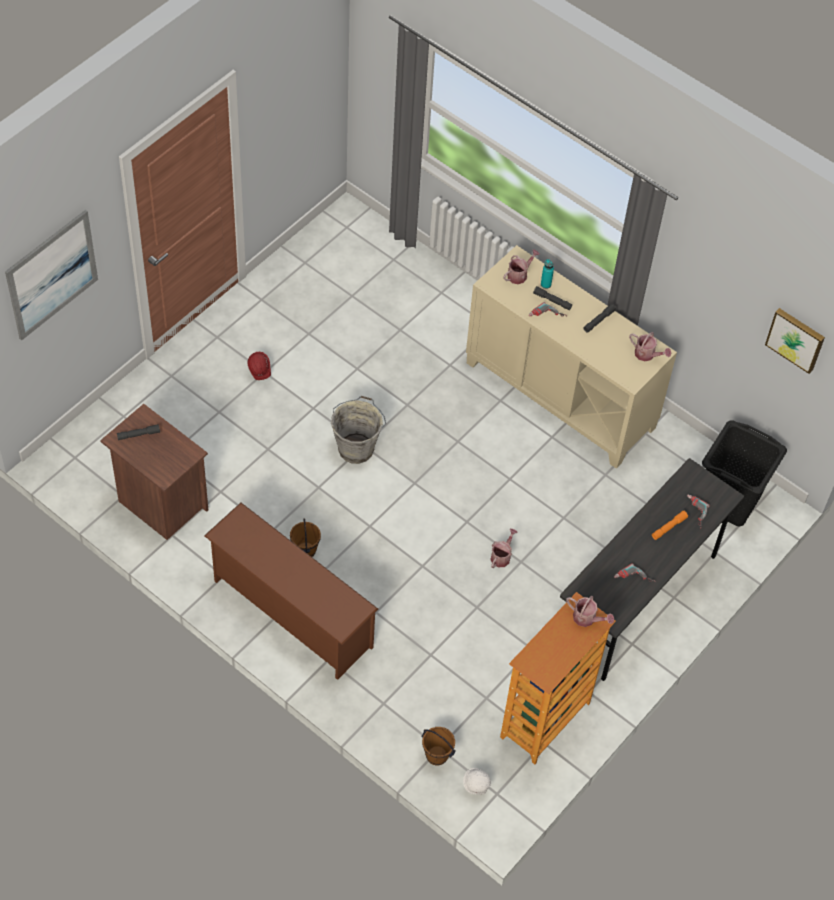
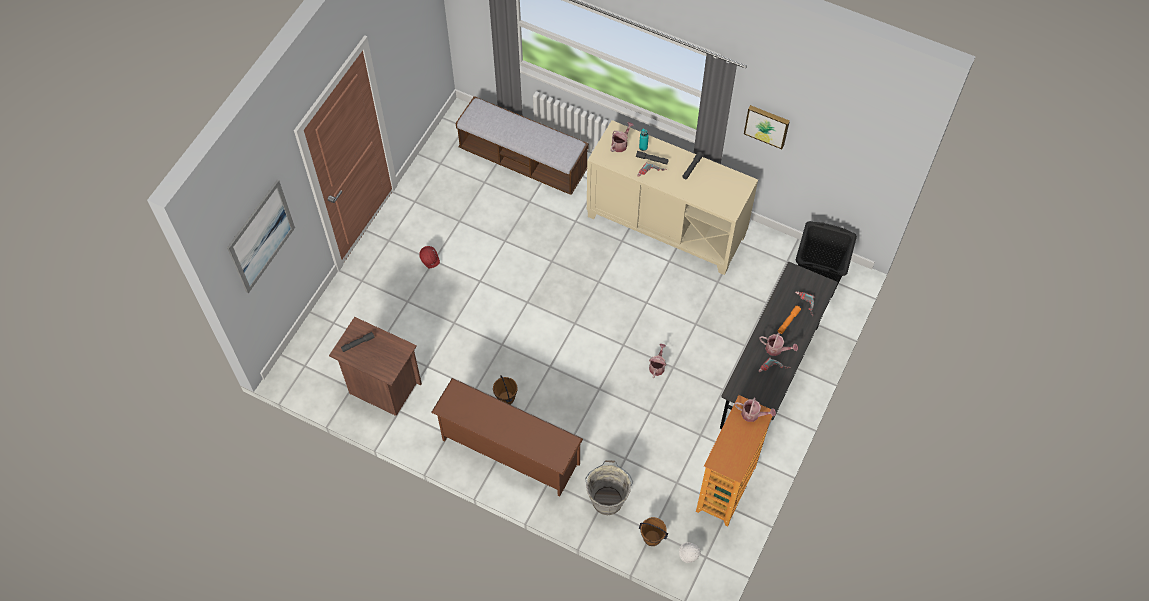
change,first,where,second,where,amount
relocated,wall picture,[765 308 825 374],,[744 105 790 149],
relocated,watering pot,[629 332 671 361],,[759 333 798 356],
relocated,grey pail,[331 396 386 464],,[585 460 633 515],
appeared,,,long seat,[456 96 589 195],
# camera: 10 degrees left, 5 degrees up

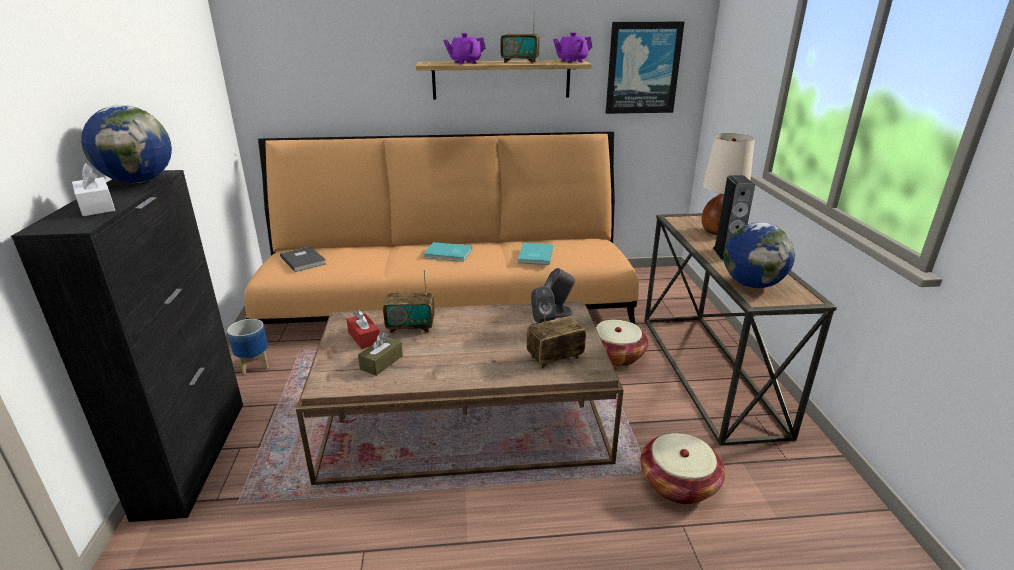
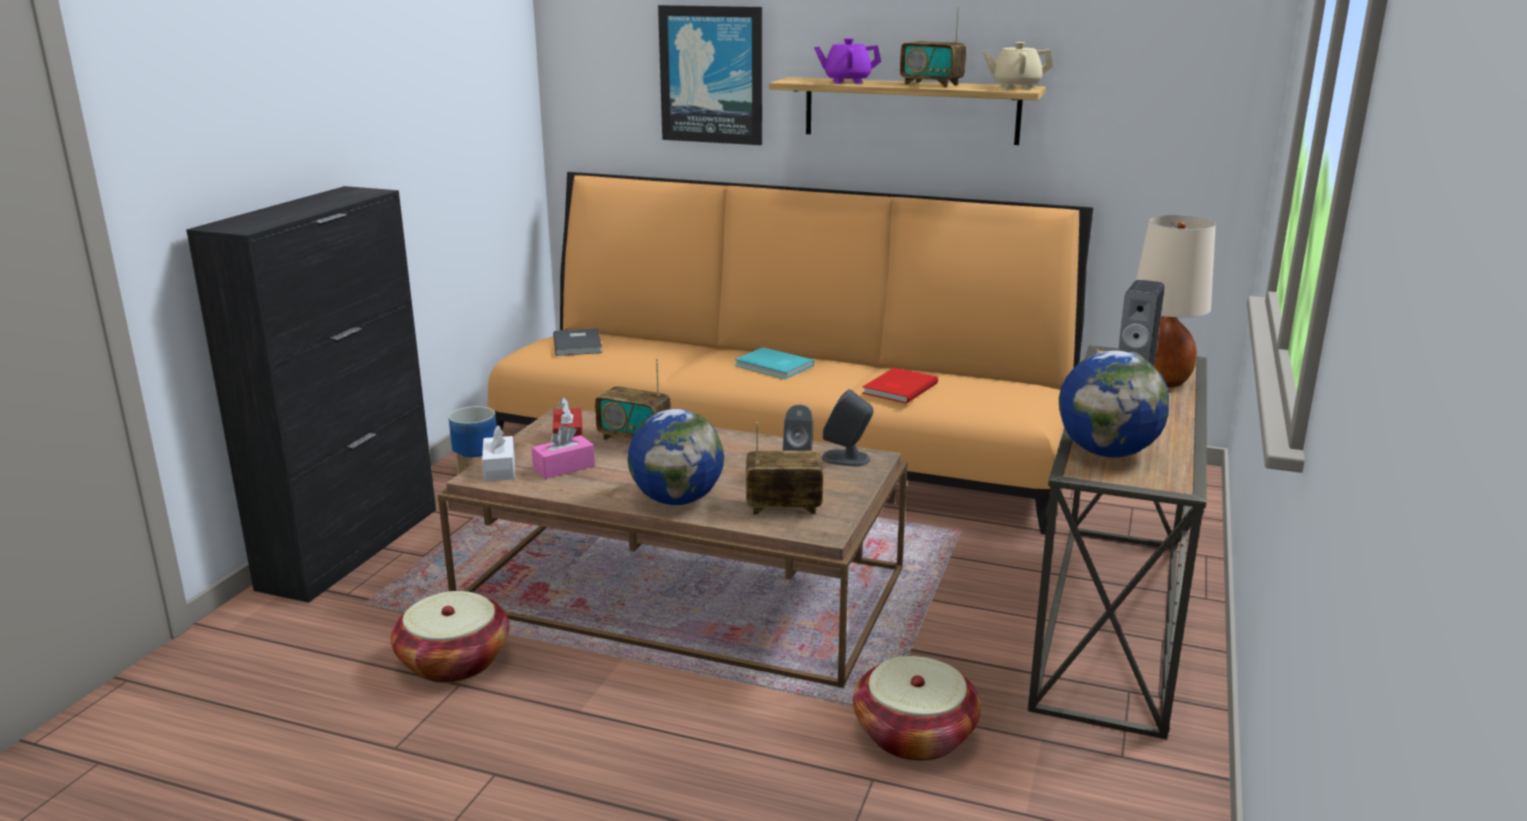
change,first,where,second,where,amount
relocated,wall picture,[606 22 685 114],,[658 5 762 145],
colour,purple teapot,[553 32 592 63],beige teapot,[983 42 1053 90],
relocated,globe,[81 105 172 183],,[627 409 724 505],
relocated,whitish tissue holder,[72 163 115 216],,[482 425 515 482],
colour,blue-green bound book,[518 243 553 265],red bound book,[862 368 938 404],
relocated,basket,[595 320 648 366],,[391 591 510 683],
colour,brown tissue holder,[358 332 403 376],pinkish tissue holder,[531 425 595 479],
# camera: 25 degrees right, 5 degrees down

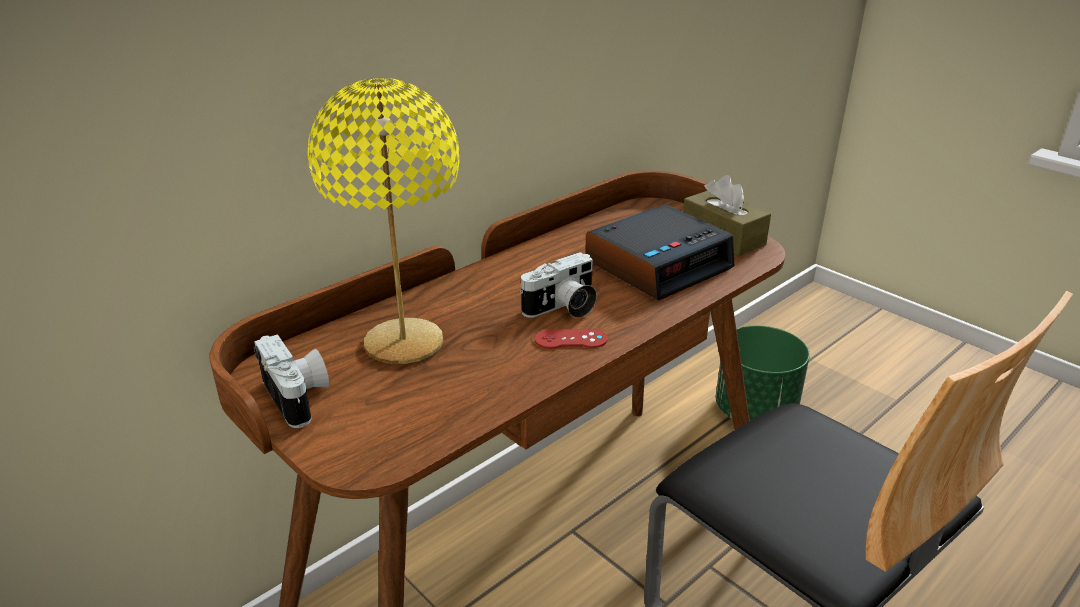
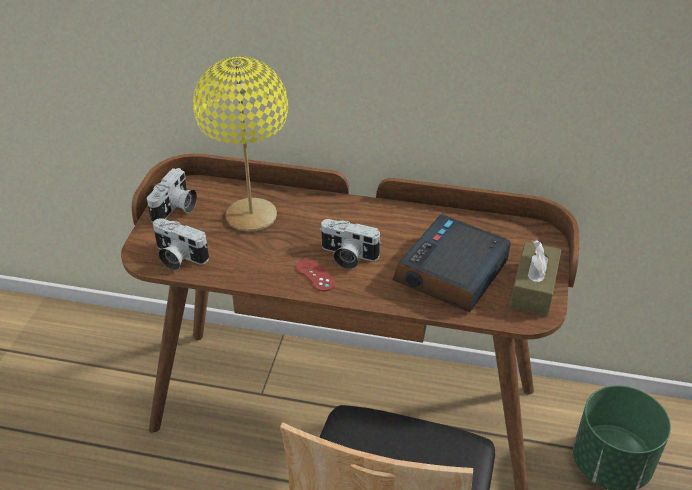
change,first,where,second,where,amount
spun,alarm clock,[585 205 734 301],,[393 214 511 313],105 degrees clockwise
appeared,,,photo camera,[153 218 209 270],
# camera: 55 degrees right, 10 degrees up

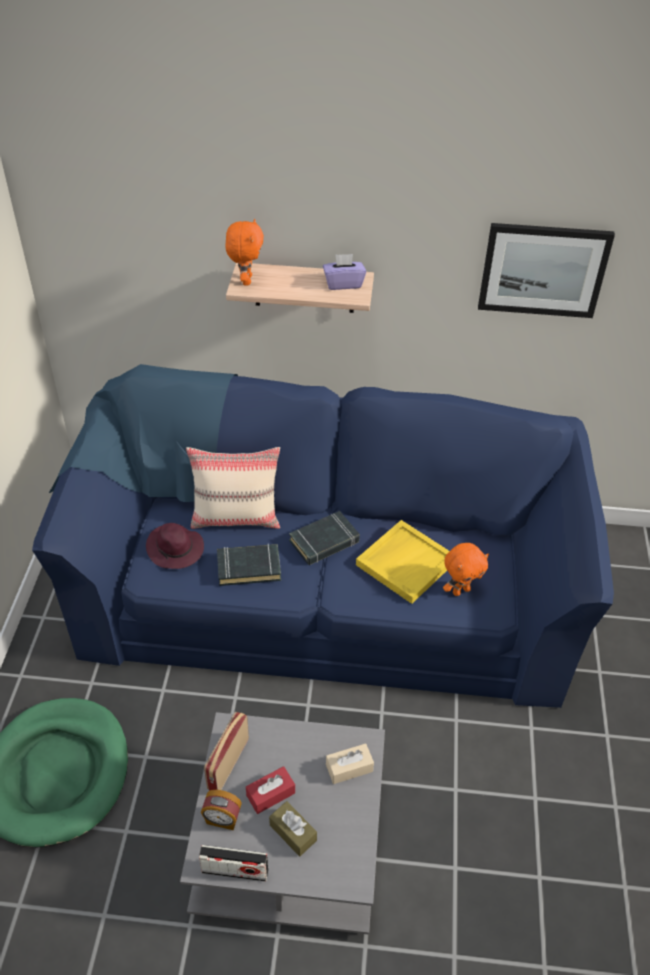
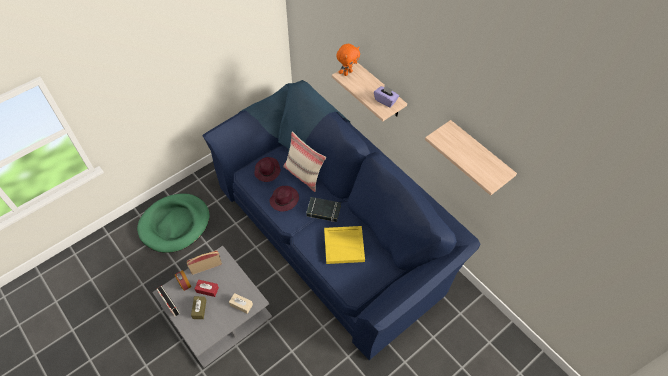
change,first,where,second,where,amount
exchanged,wall picture,[478 223 615 318],wall shelf,[425 120 517 196],
missing,orange plush toy,[443 543 489 596],,,
exchanged,black-coloured bound book,[217 544 281 586],purple wearable hat,[269 186 299 212],
# camera: 45 degrees right, 10 degrees up

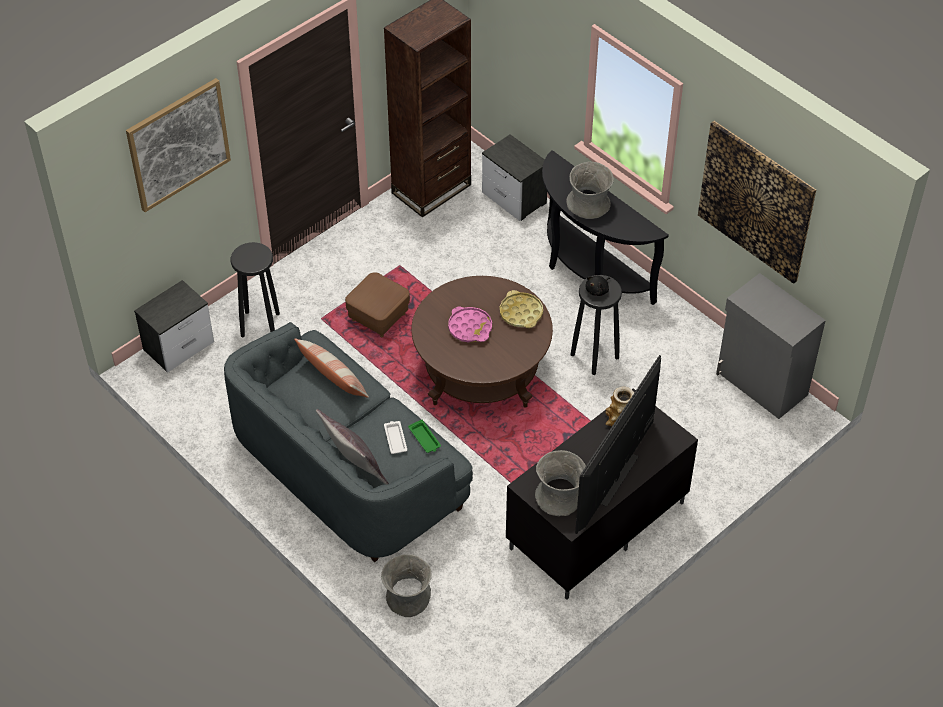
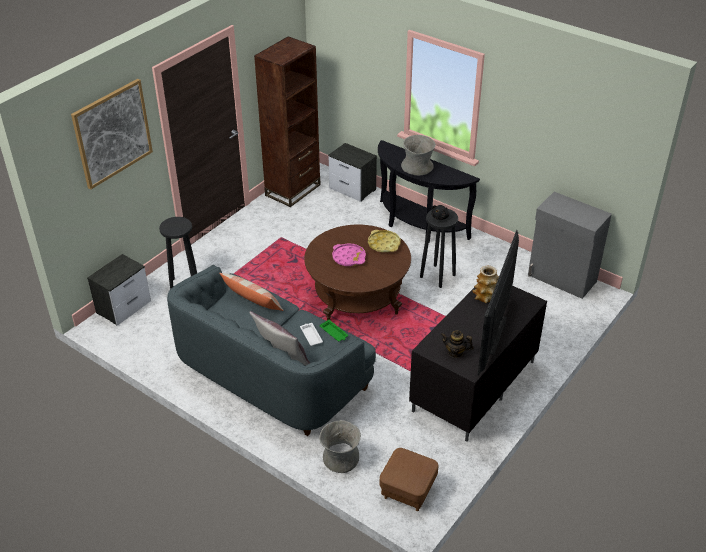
change,first,where,second,where,amount
missing,wall picture,[698 121 816 284],,,
relocated,brown ottoman,[345 272 410 338],,[380 448 439 511],
exchanged,grey flower vase,[535 450 586 516],teapot,[441 330 473 358],
# camera: 10 degrees left, 10 degrees down

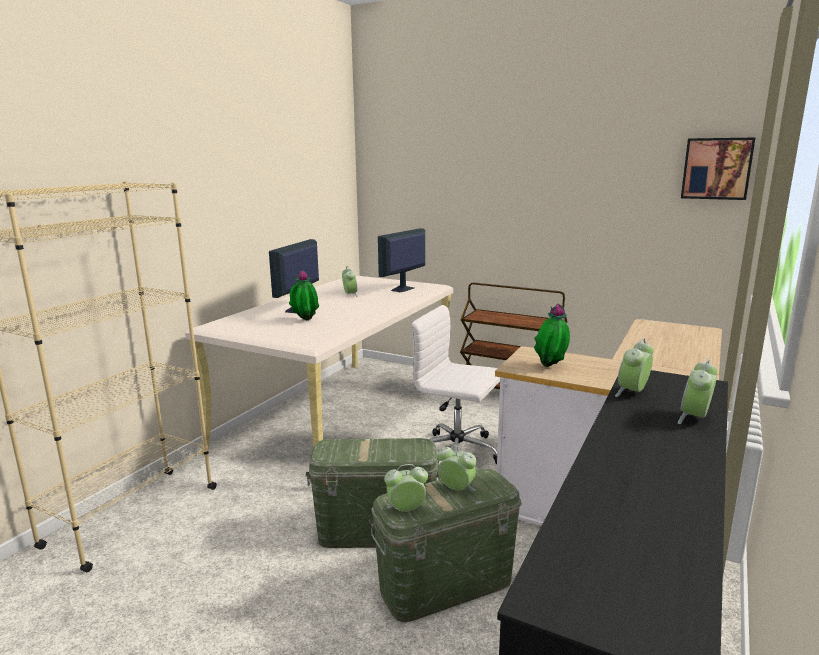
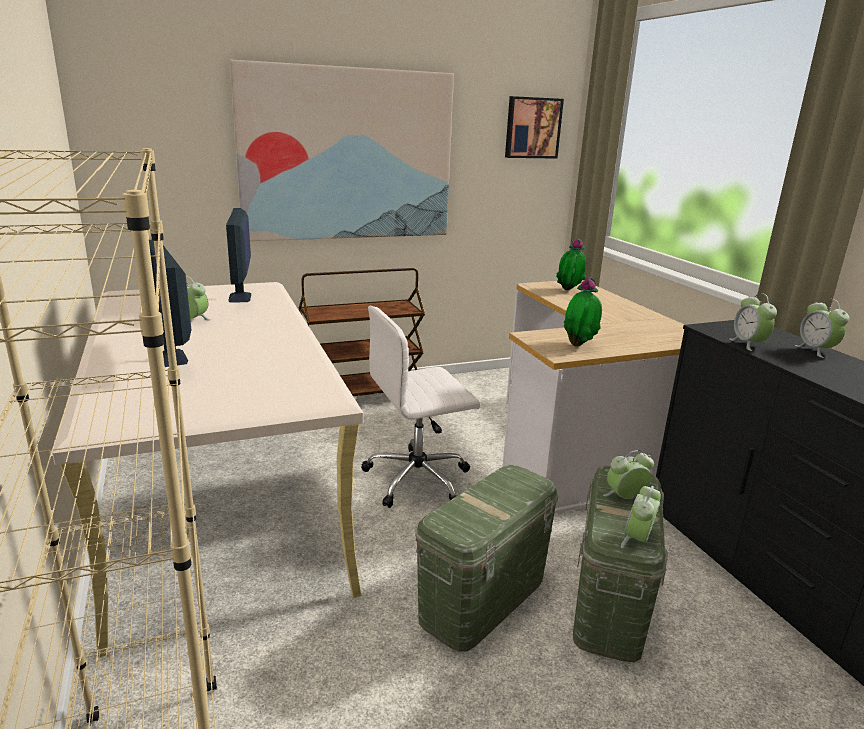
change,first,where,second,where,amount
relocated,houseplant,[289 270 319 320],,[556 238 586 290],
appeared,,,wall picture,[229 59 454 241],
# camera: 50 degrees left, 5 degrees up

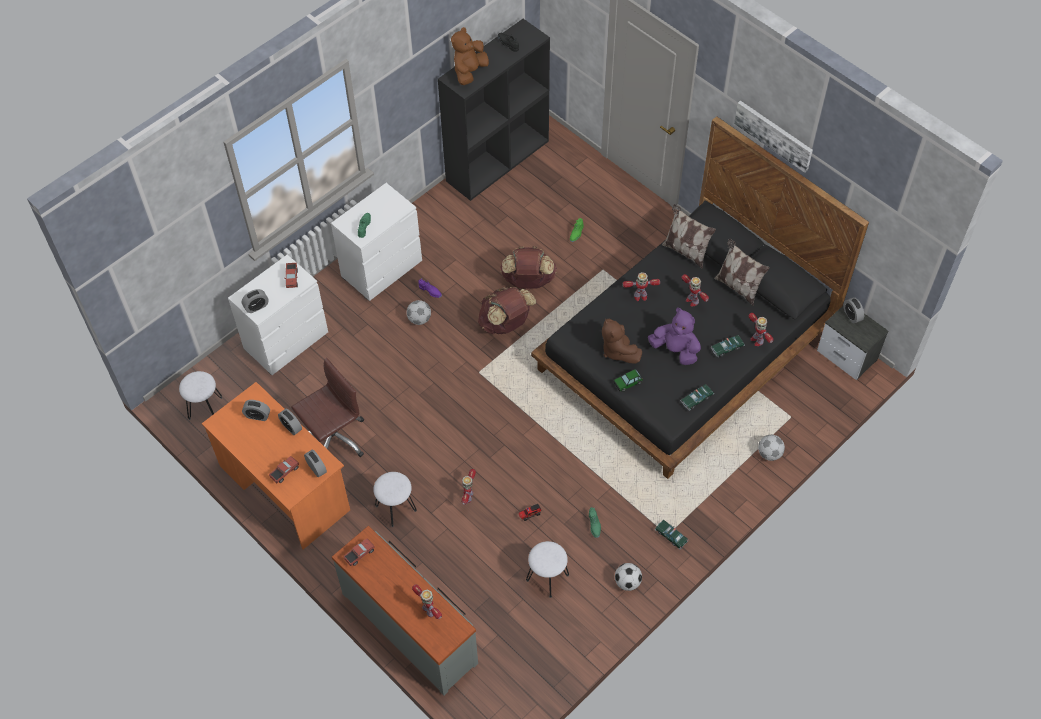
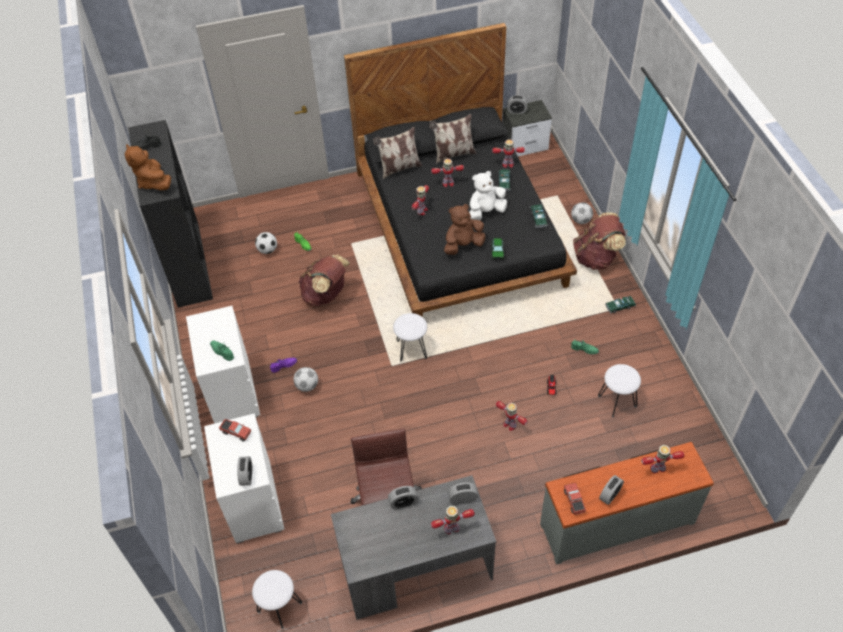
change,first,where,second,where,amount
missing,wall picture,[734 101 813 173],,,
relocated,brown knapsack,[478 287 536 334],,[573 212 626 270],
colour,purple plush toy,[648 308 701 365],whitish plush toy,[469 171 507 220],
spun,brown plush toy,[602 319 642 364],,[444 204 486 255],150 degrees clockwise
colour,orange desk table,[202 382 350 550],grey desk table,[331 475 496 620],
relocated,alarm clock,[242 400 270 421],,[599 475 624 505],
exchanged,toy truck,[269 456 299 483],toy robot,[431 506 475 534],
relocated,whitish stool,[373 472 417 527],,[393 313 427 362],
relocated,football ball,[615 563 642 591],,[255 232 277 254],
# camera: 60 degrees left, 5 degrees down

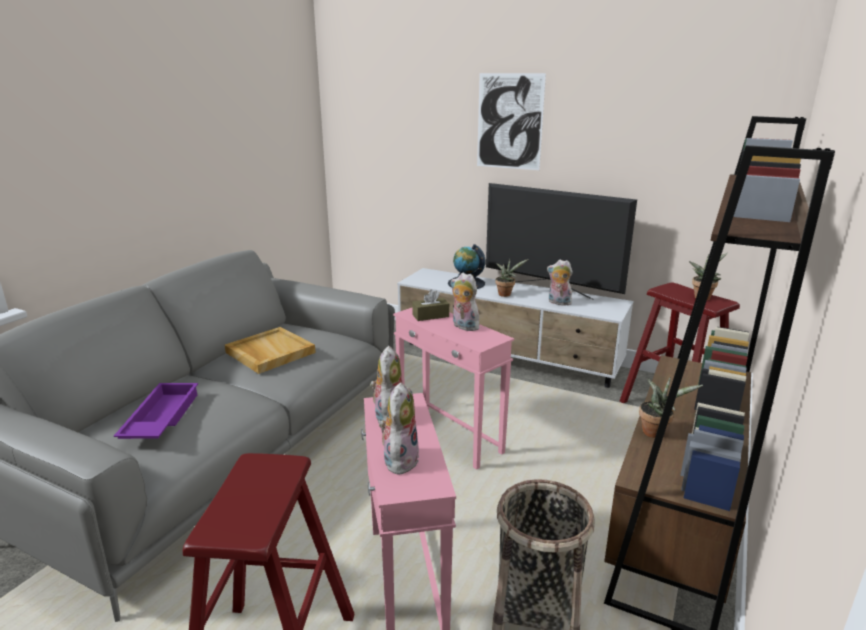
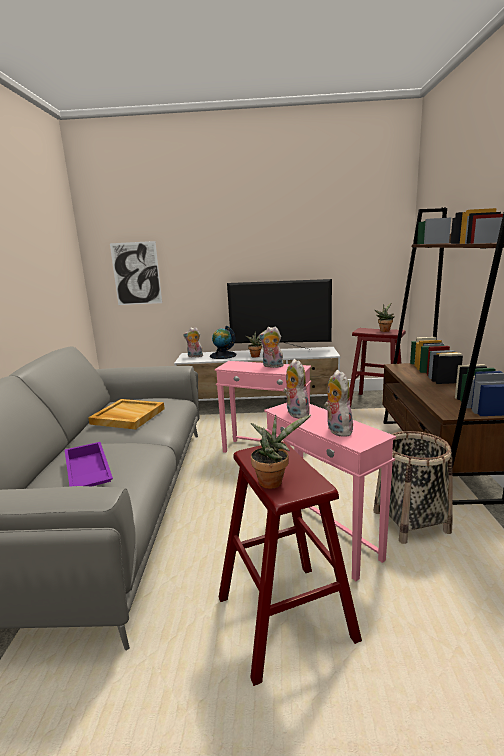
change,first,where,second,where,amount
relocated,wall picture,[477 73 546 170],,[110 241 162 305],
relocated,plush toy,[547 260 573 306],,[183 327 203 358],
missing,brown tissue holder,[412 290 449 321],,,
relocated,houseplant,[639 377 703 438],,[251 415 311 489],
# camera: 25 degrees left, 5 degrees down

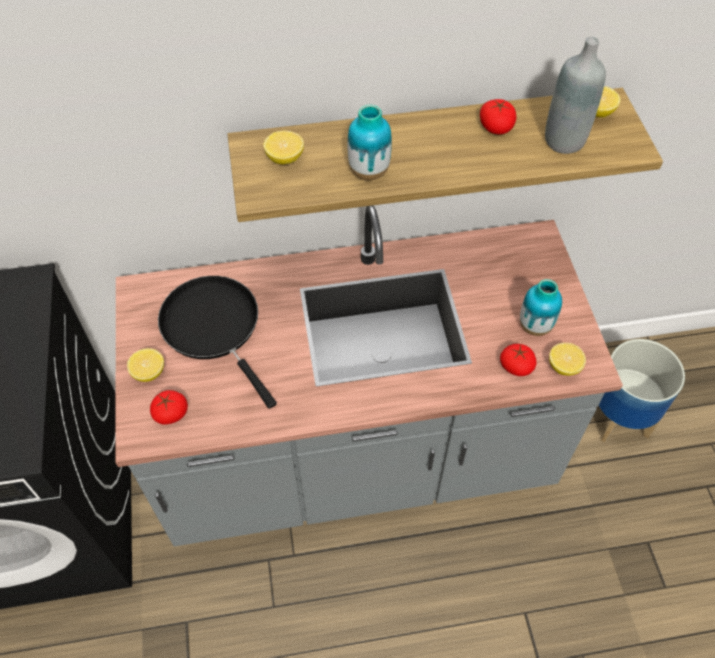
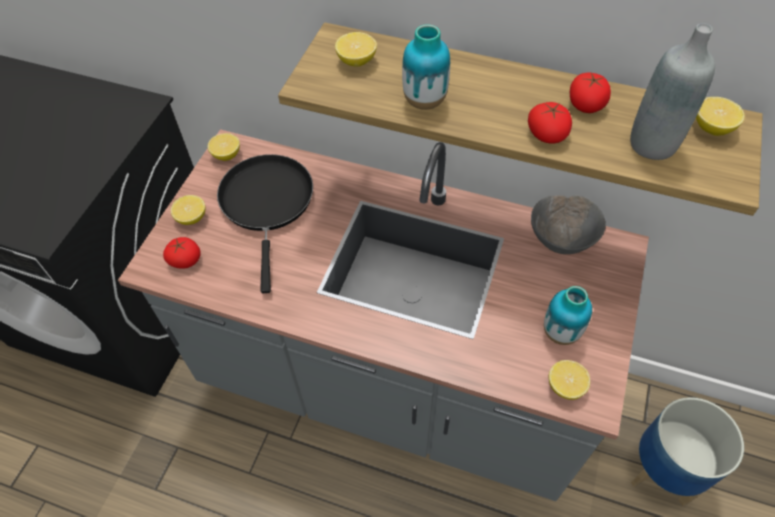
change,first,where,second,where,amount
relocated,whole tomato,[500 344 537 376],,[528 102 572 144],
appeared,,,whole lemon,[208 133 240 161],
appeared,,,grey serving bowl,[531 195 606 254],
# camera: 30 degrees right, 0 degrees up

